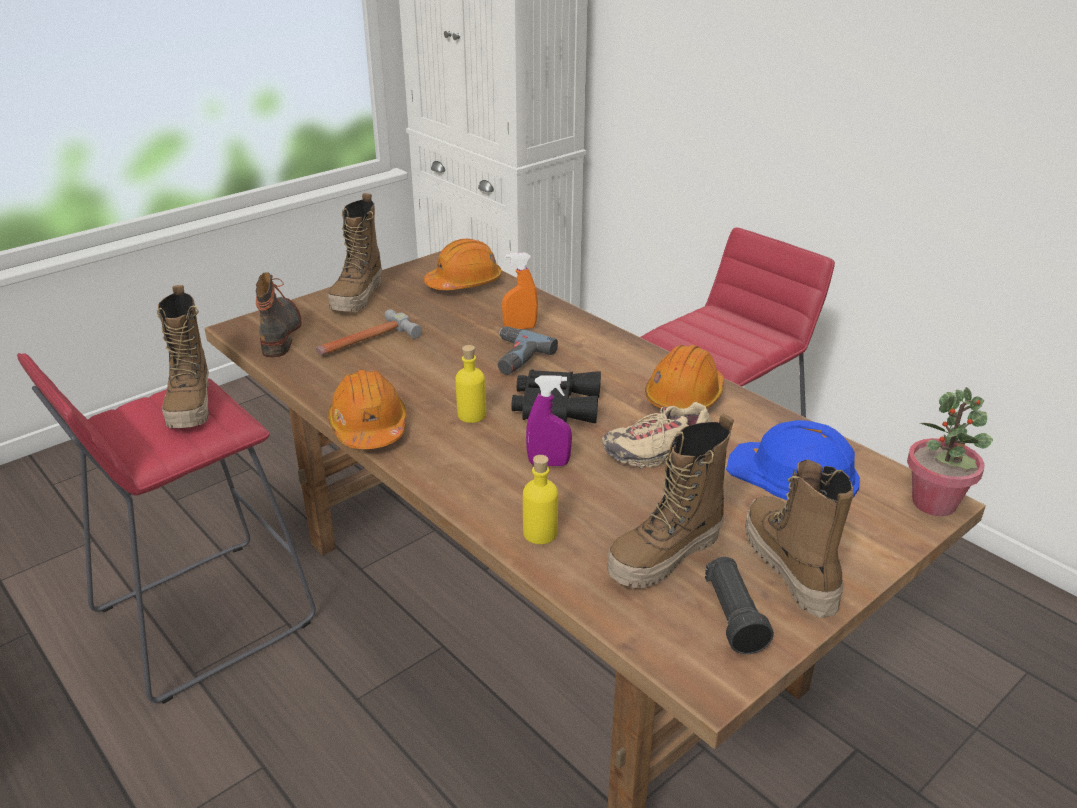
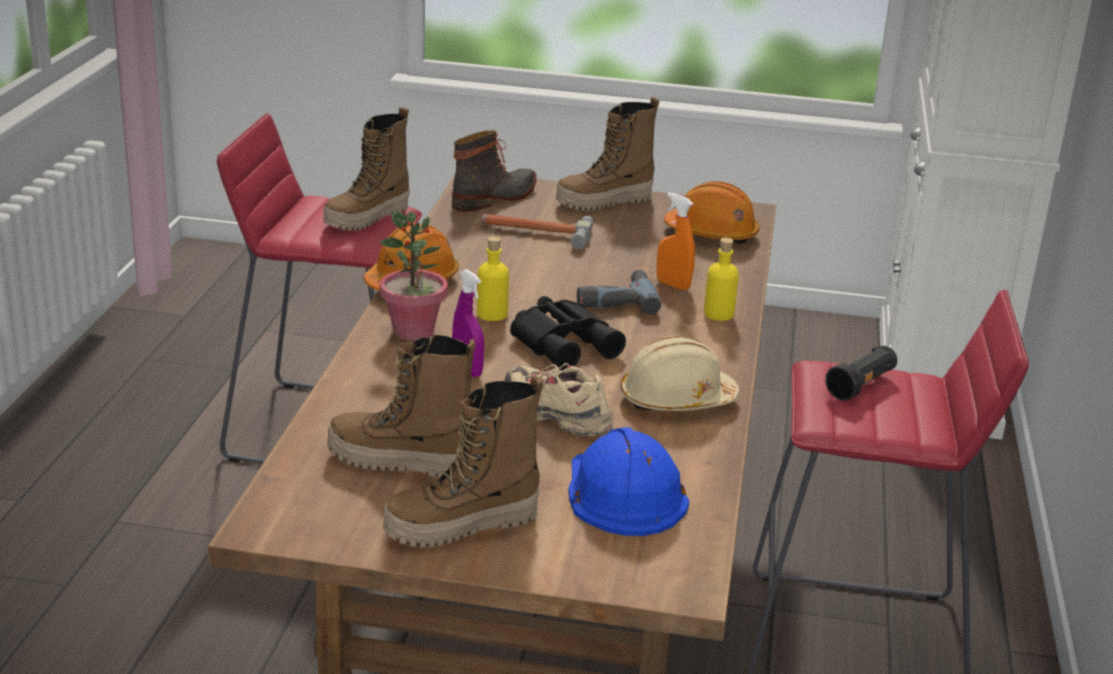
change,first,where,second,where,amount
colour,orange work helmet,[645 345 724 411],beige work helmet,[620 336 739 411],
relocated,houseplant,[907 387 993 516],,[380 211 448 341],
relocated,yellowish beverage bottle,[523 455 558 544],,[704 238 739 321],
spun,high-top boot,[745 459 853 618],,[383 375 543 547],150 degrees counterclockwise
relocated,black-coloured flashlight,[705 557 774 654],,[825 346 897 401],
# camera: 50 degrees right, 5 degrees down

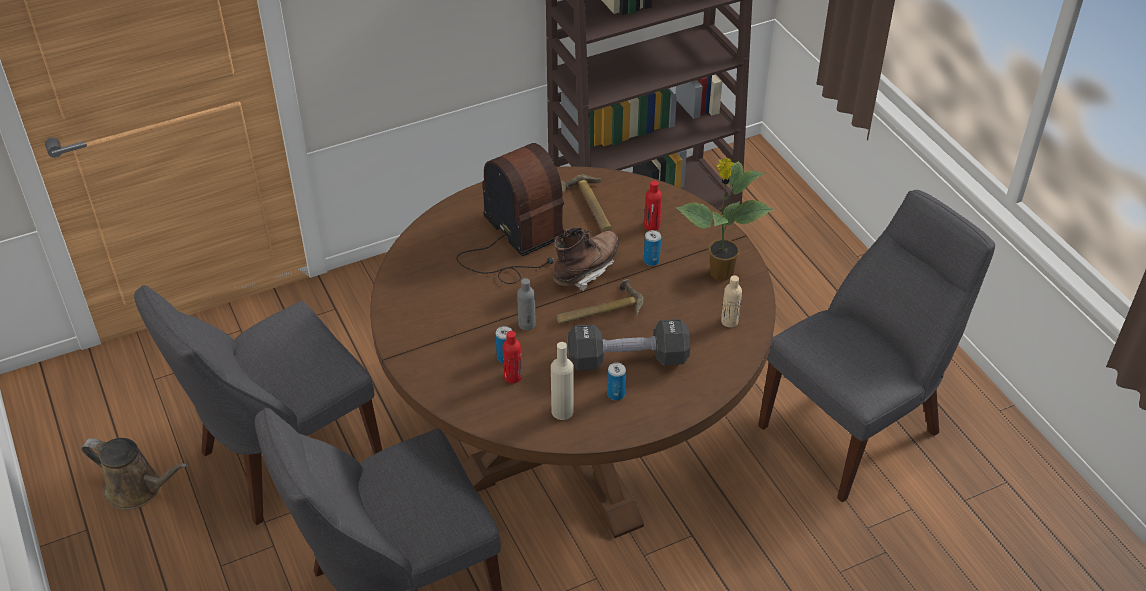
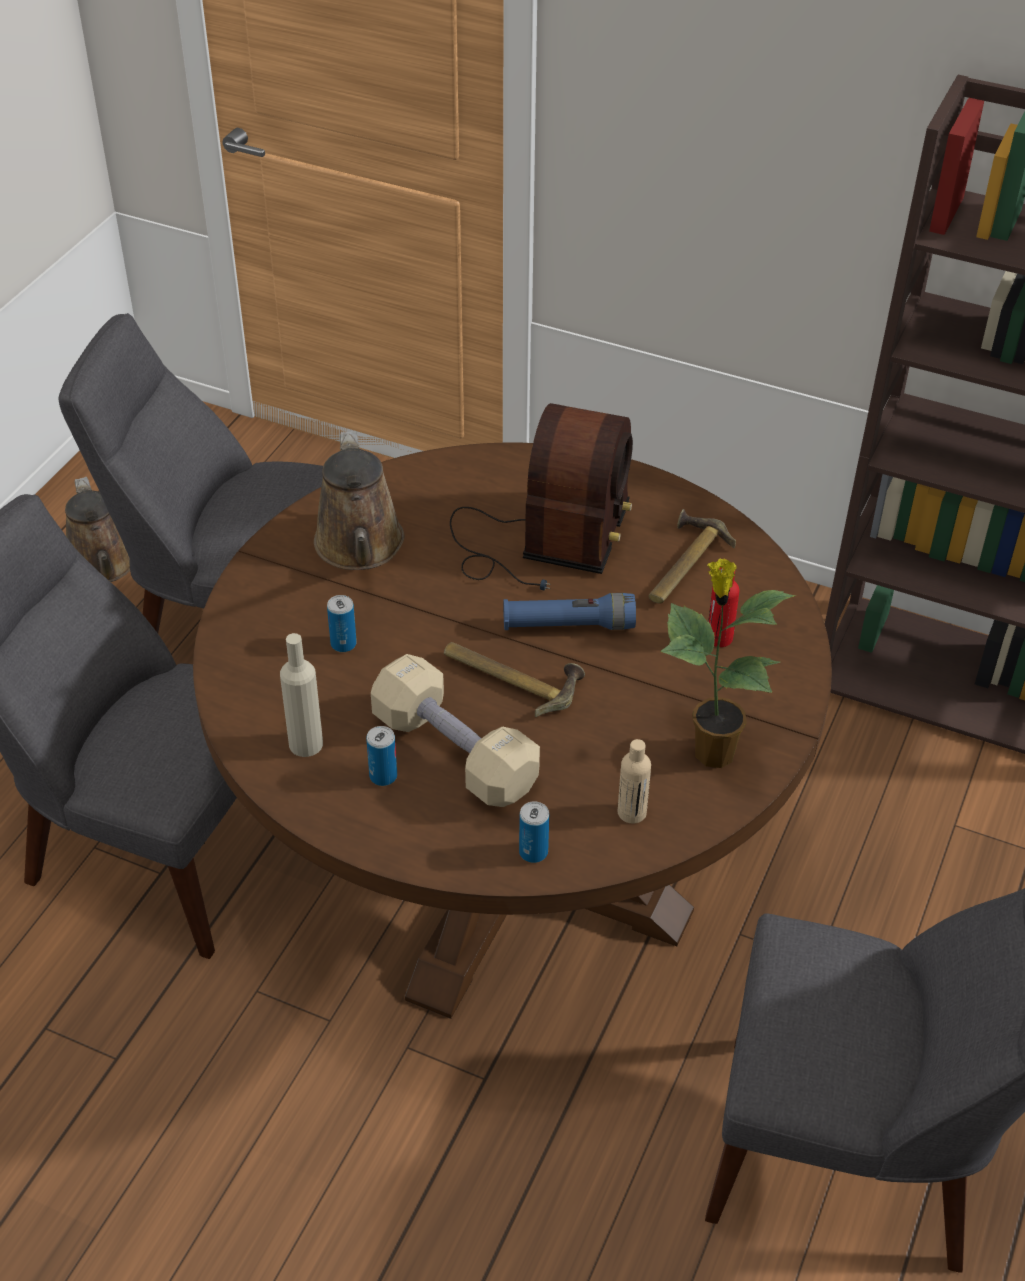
change,first,where,second,where,amount
exchanged,brown high-top boot,[554 227 619 291],bluish flashlight,[503 593 636 630],
relocated,sealed can,[644 230 661 266],,[519 801 549 863],
missing,grey beverage bottle,[517 278 536 330],,,
colour,black-coloured dumbbell,[568 319 690 371],beige dumbbell,[371 654 540 807],
missing,red beverage bottle,[503 331 522 383],,,
appeared,,,brown watering pot,[314 431 404 570],
# camera: 50 degrees right, 0 degrees up

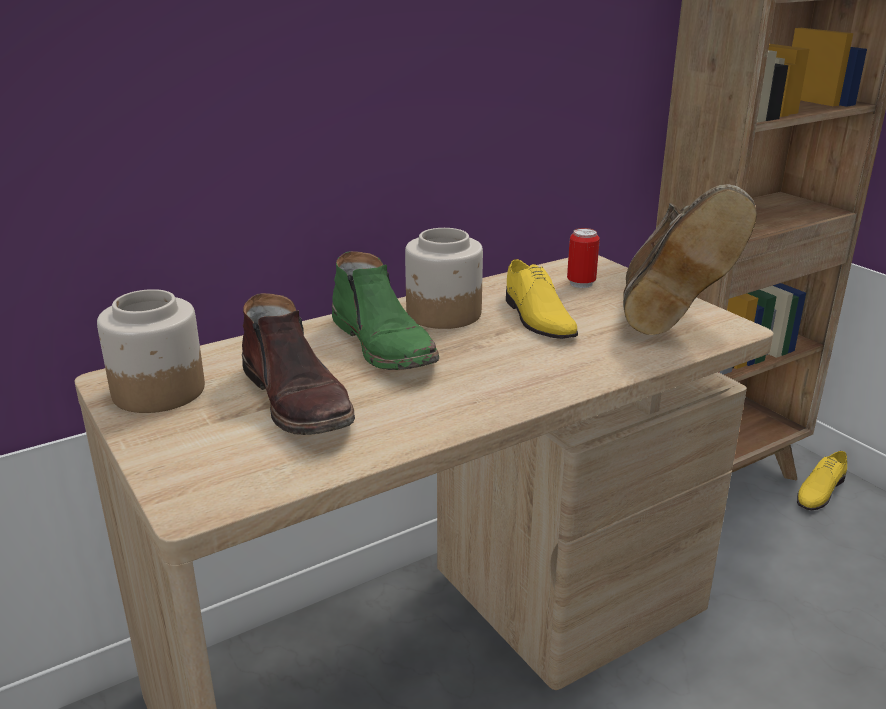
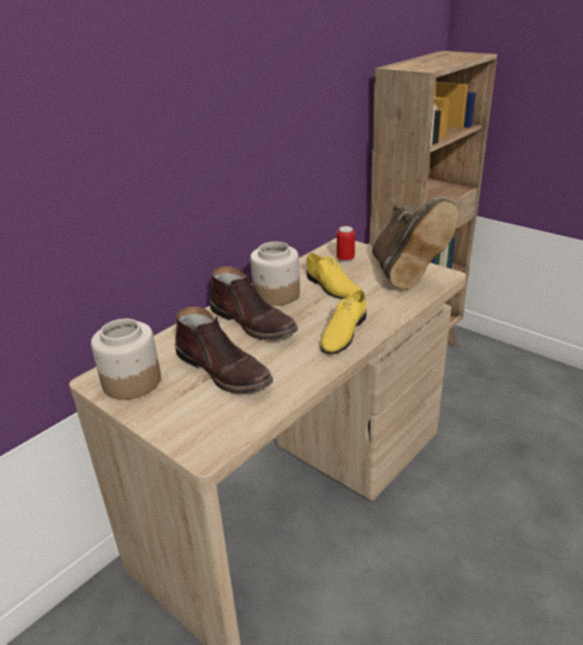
change,first,where,second,where,amount
colour,greenish high-top boot,[332 251 439 370],brown high-top boot,[210 266 298 340],
relocated,yellowish item of footwear,[797 451 847 510],,[321 290 367 354],
# camera: 15 degrees left, 5 degrees up

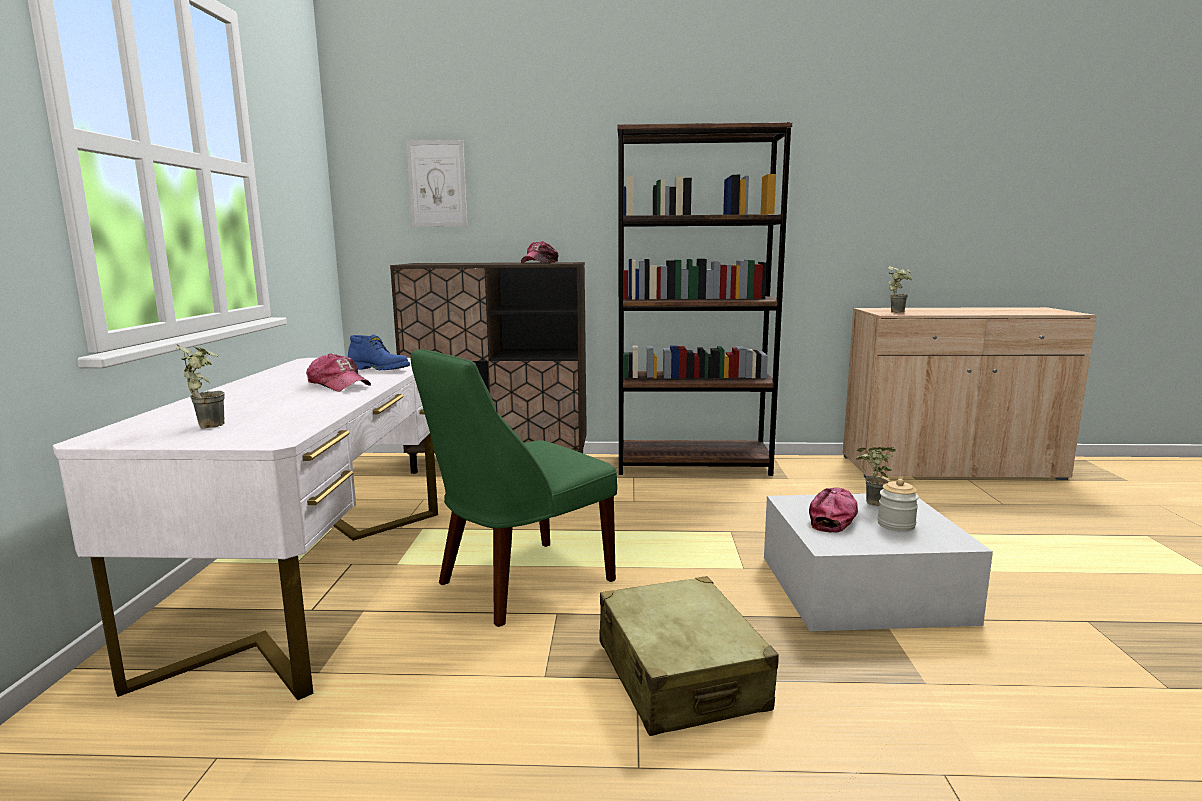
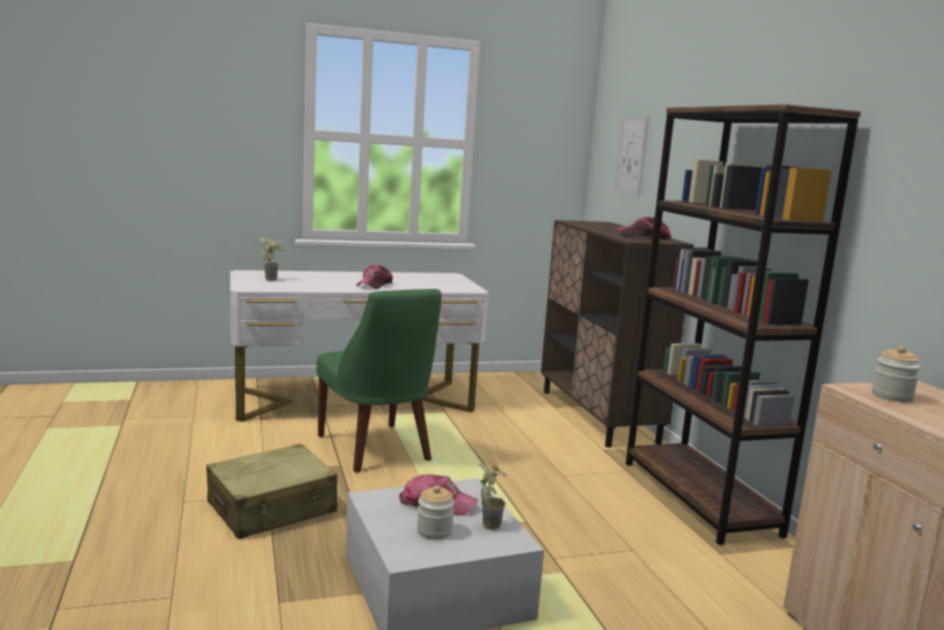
change,first,where,second,where,amount
exchanged,houseplant,[888 265 912 313],jar,[872 346 921 402],
missing,bluish high-top boot,[348 334 410 370],,,
spun,greenish chair,[411 349 617 627],,[316 289 442 473],150 degrees counterclockwise
# camera: 70 degrees right, 0 degrees up

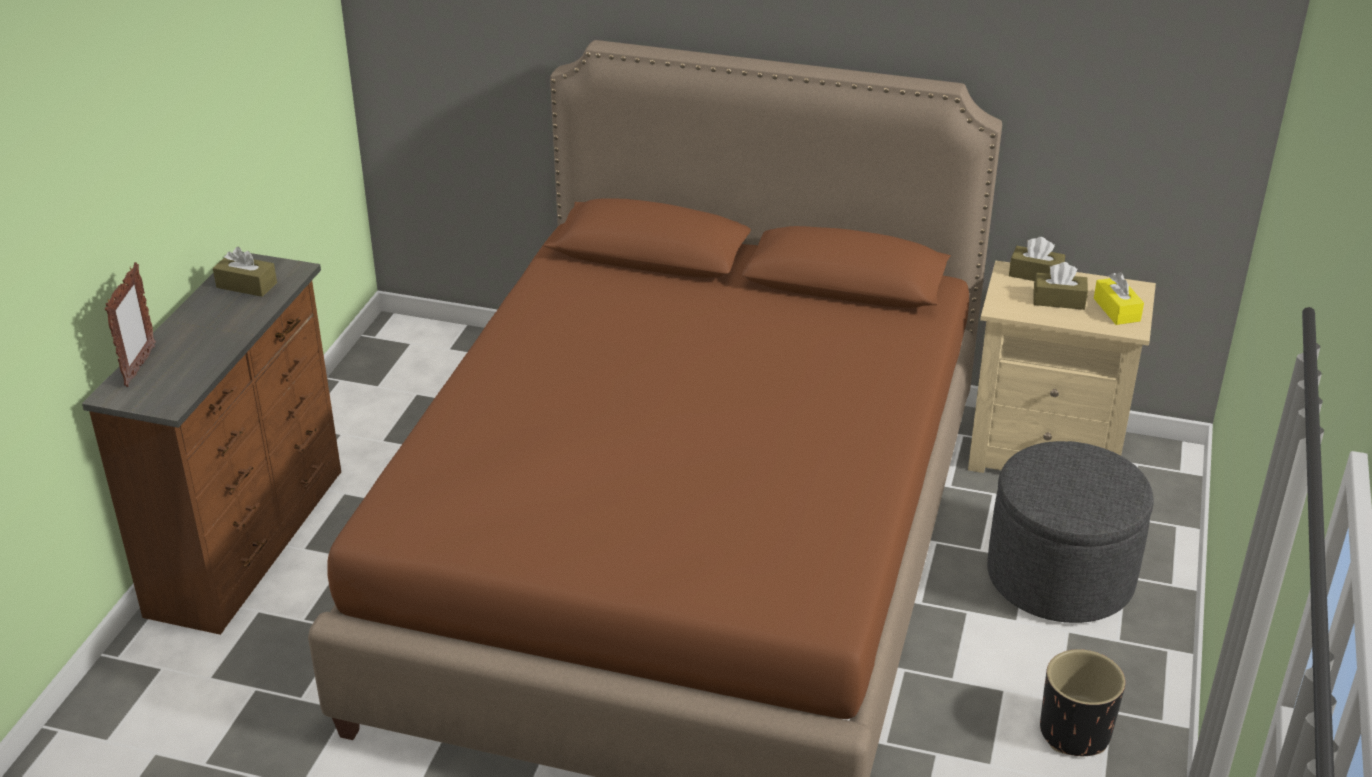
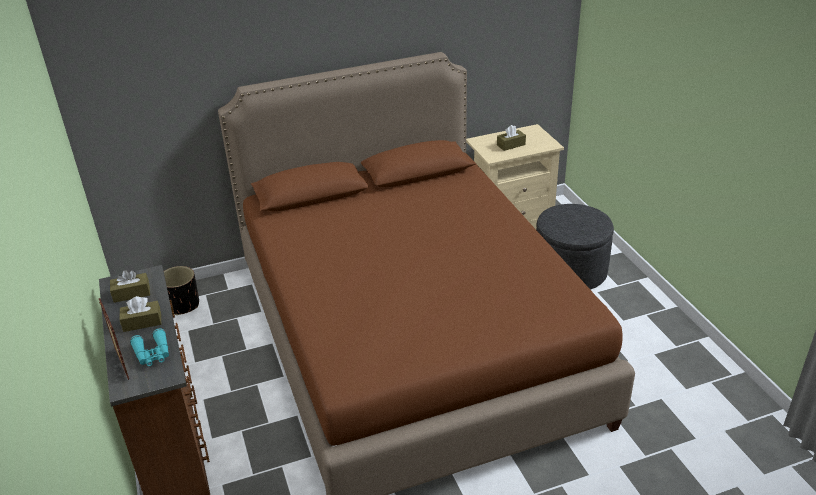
change,first,where,second,where,amount
relocated,brown tissue holder,[1009 237 1065 281],,[119 296 161 332],
missing,yellowish tissue holder,[1094 272 1144 325],,,
relocated,black-coloured flower pot,[1040 649 1125 756],,[164 266 199 315],
appeared,,,blue-green field glasses,[130 328 169 366],
# camera: 35 degrees left, 0 degrees up

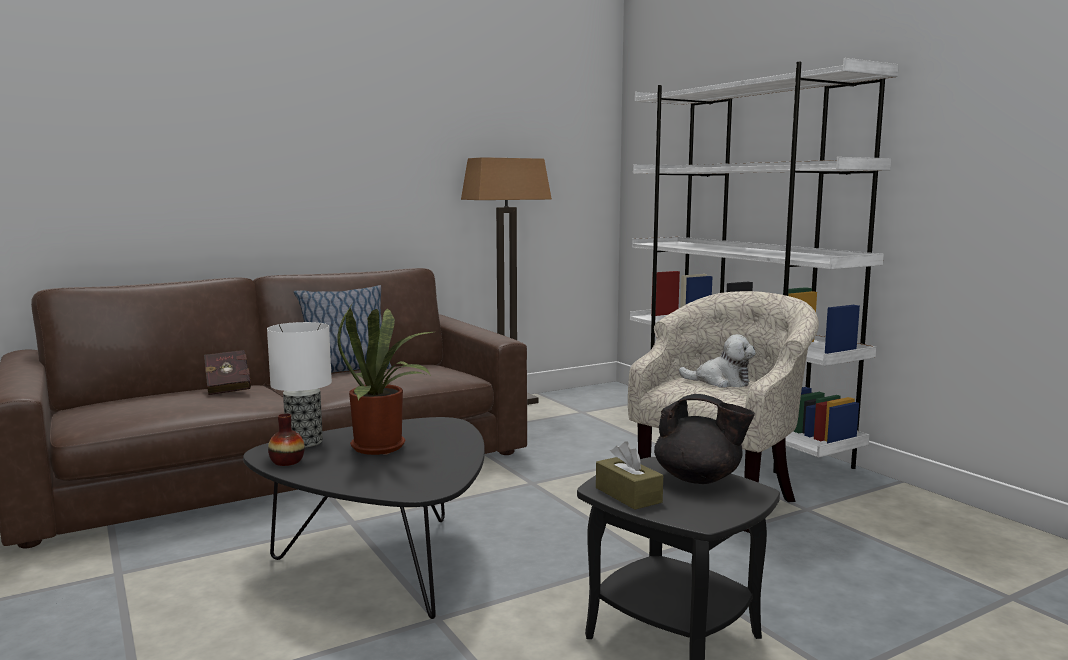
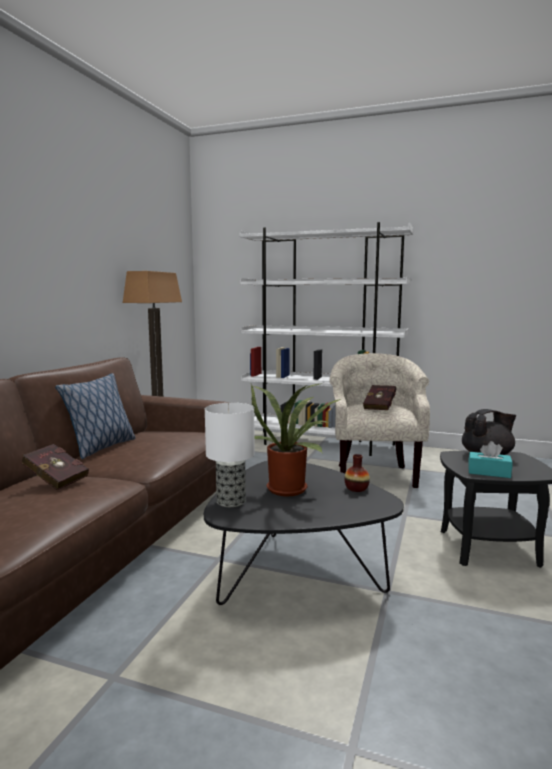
change,first,where,second,where,amount
exchanged,plush toy,[679 334 756 388],red bound book,[363 385 396 410],
relocated,flower vase,[268 413 305 466],,[344 454 370 492],
colour,brown tissue holder,[596 441 663 510],blue-green tissue holder,[468 441 513 478],
# camera: 40 degrees left, 0 degrees up

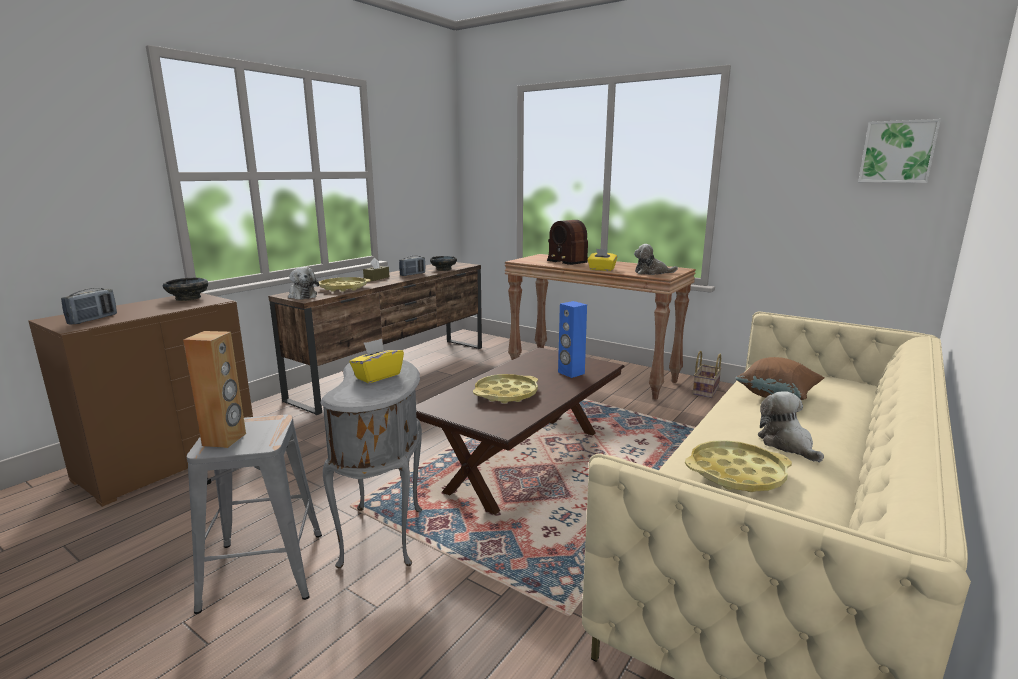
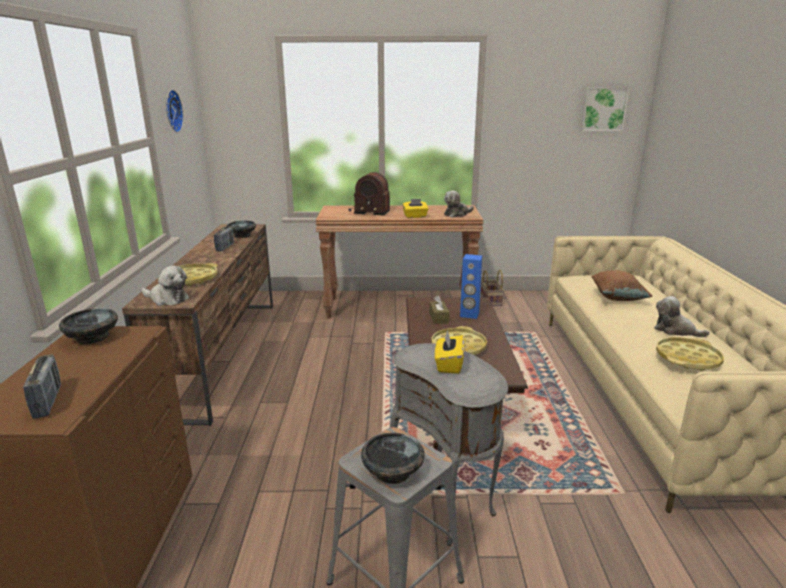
change,first,where,second,where,amount
relocated,brown tissue holder,[363 258 389 281],,[429 296 450 324],
exchanged,brown audio speaker,[183 331 246 448],black-coloured serving bowl,[361 432 425 484],
appeared,,,clock on the wall,[166 90 184 133],
# camera: 35 degrees left, 5 degrees up

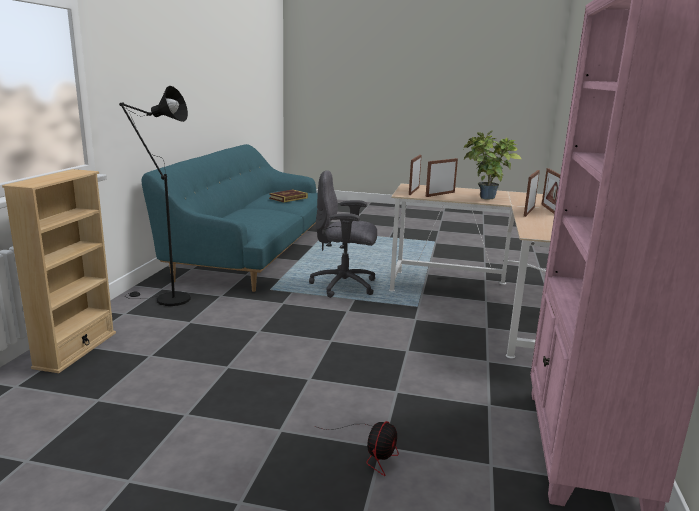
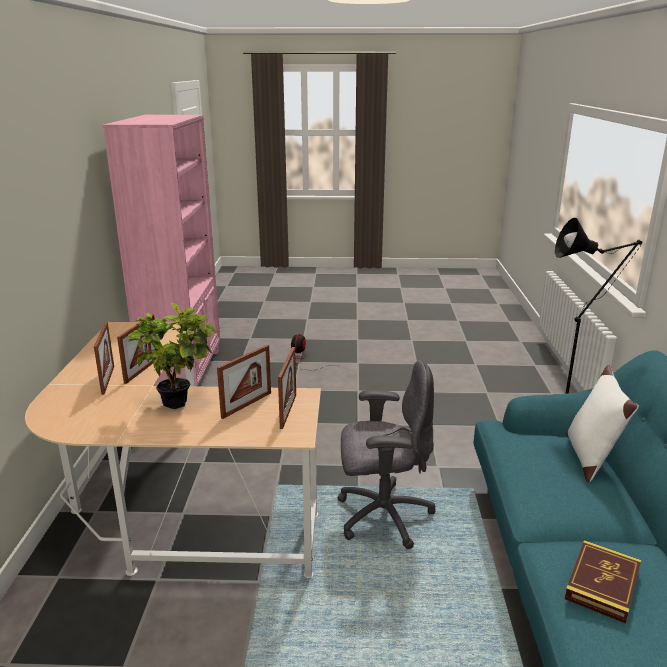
change,first,where,second,where,amount
missing,beige bookshelf,[2 169 116 373],,,
appeared,,,whitish throw pillow,[566 365 639 482],
# camera: 170 degrees right, 5 degrees up

